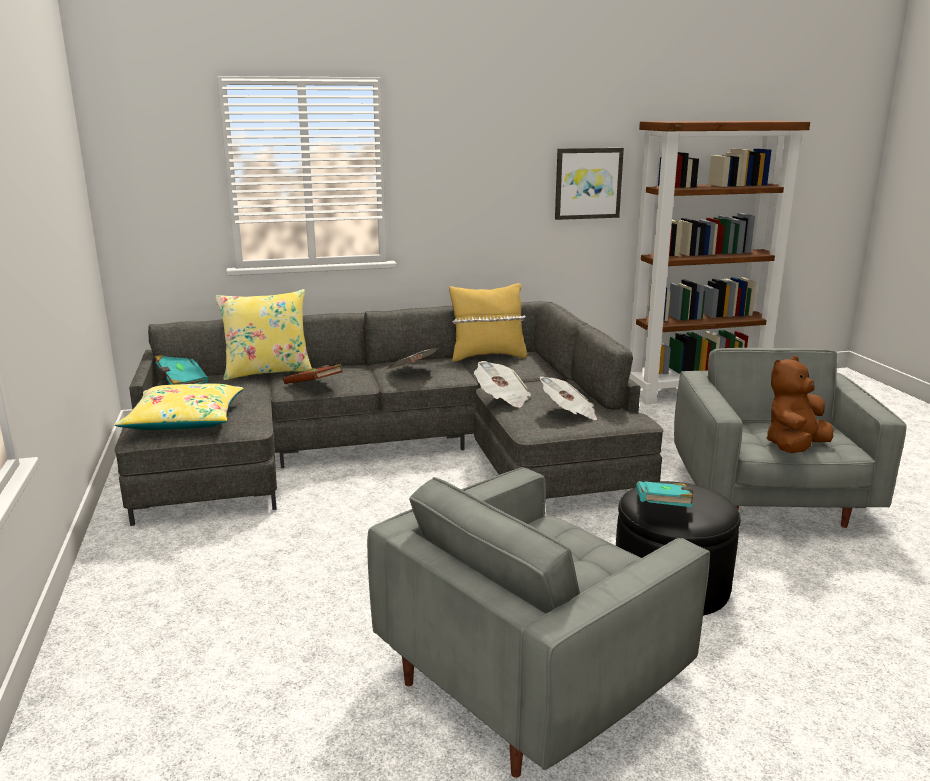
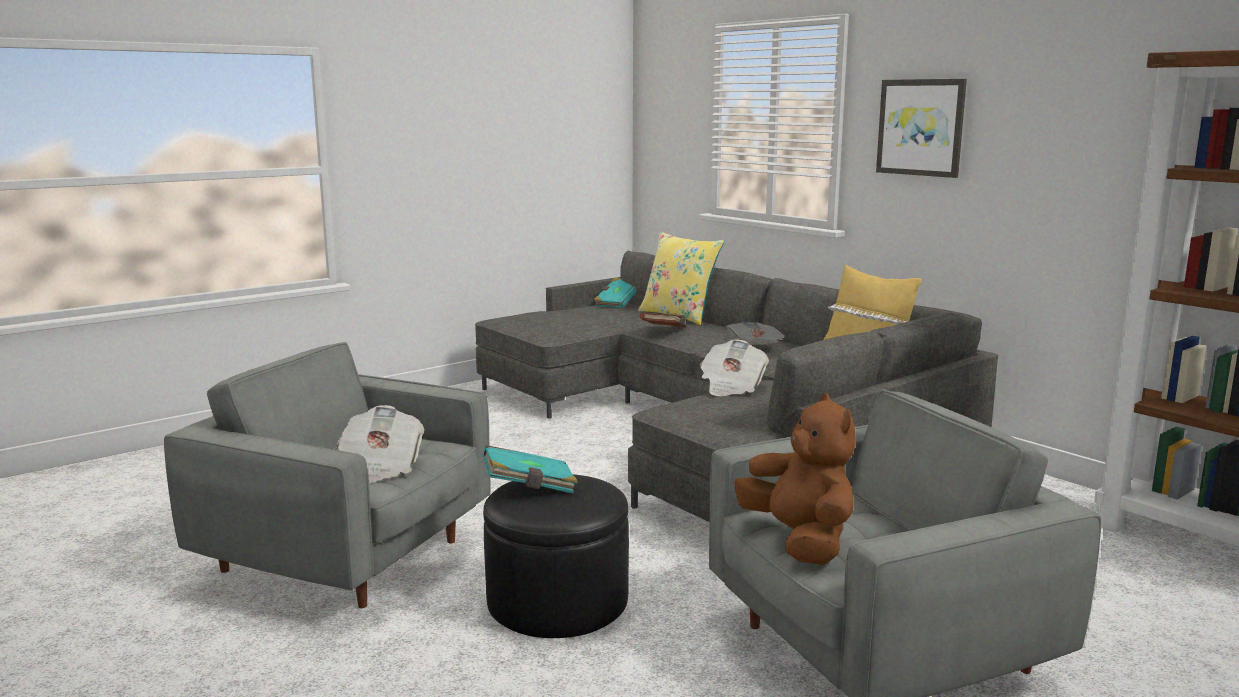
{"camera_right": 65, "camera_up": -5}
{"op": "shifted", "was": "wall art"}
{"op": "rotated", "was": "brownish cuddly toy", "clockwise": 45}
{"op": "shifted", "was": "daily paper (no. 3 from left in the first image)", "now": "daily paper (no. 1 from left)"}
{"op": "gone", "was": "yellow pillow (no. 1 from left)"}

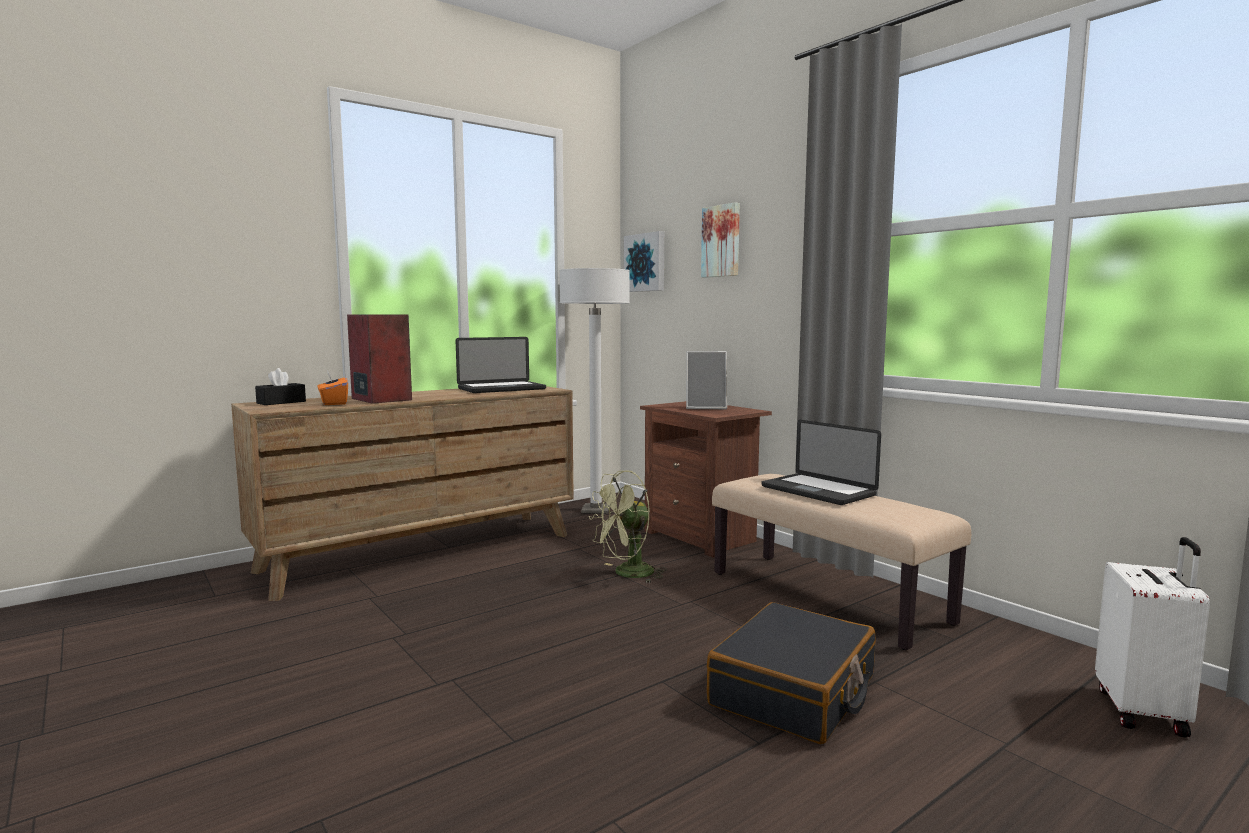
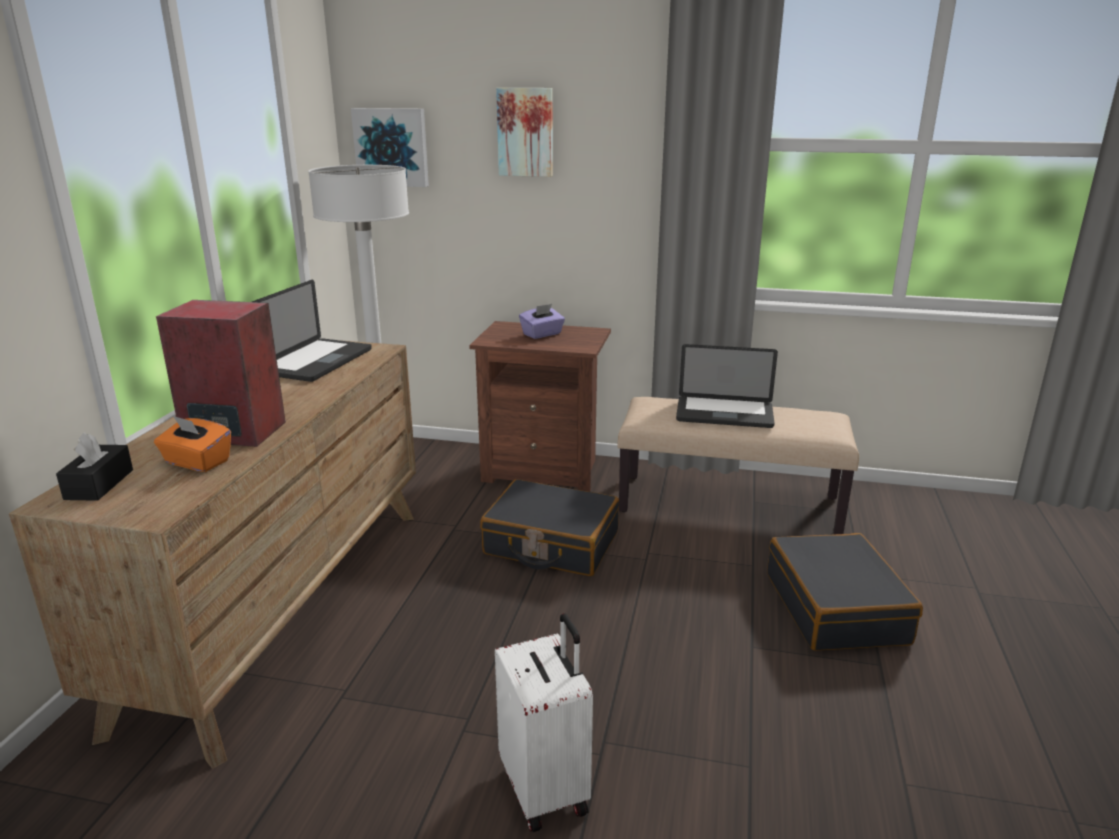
{"camera_right": -40, "camera_up": 15}
{"op": "swapped", "was": "picture frame", "now": "purple tissue holder"}
{"op": "swapped", "was": "green cooling fan", "now": "black-coloured piece of luggage (no. 1 from left)"}
{"op": "shifted", "was": "white piece of luggage"}

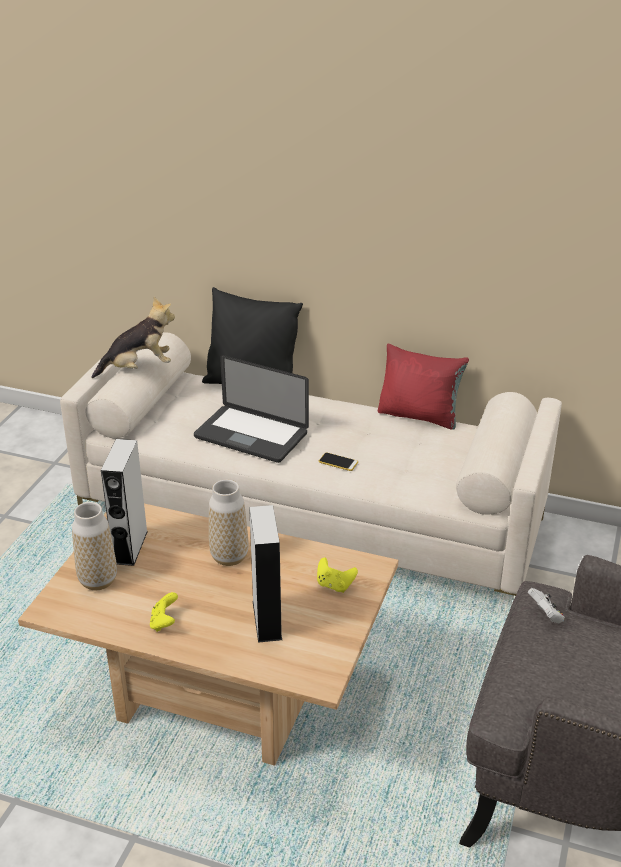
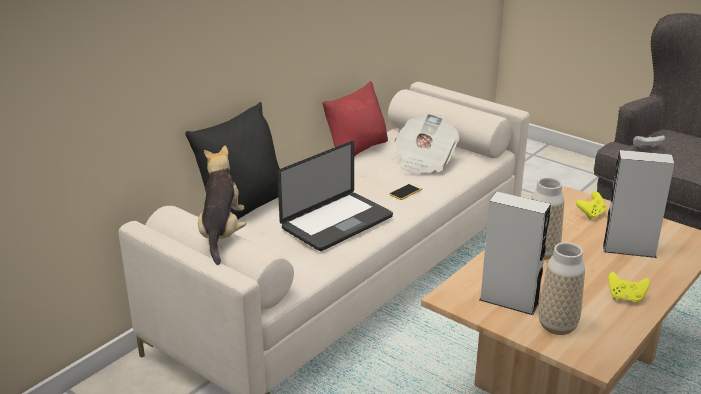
{"camera_right": -70, "camera_up": -5}
{"op": "new", "now": "daily paper"}

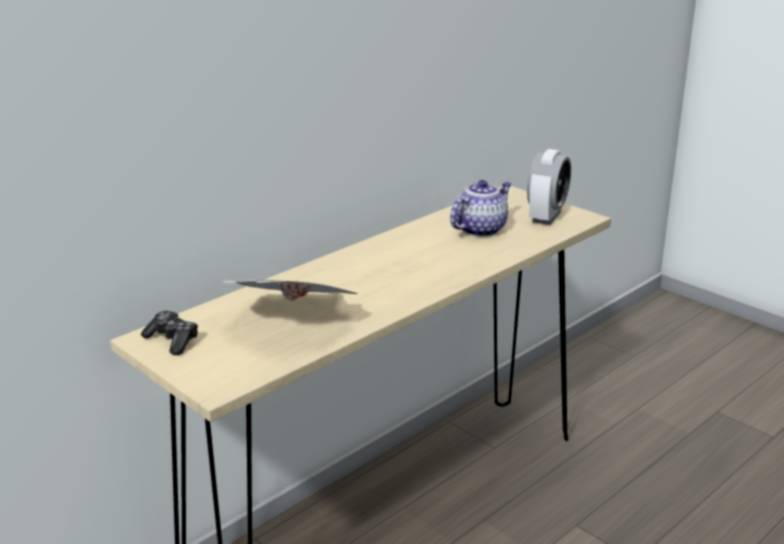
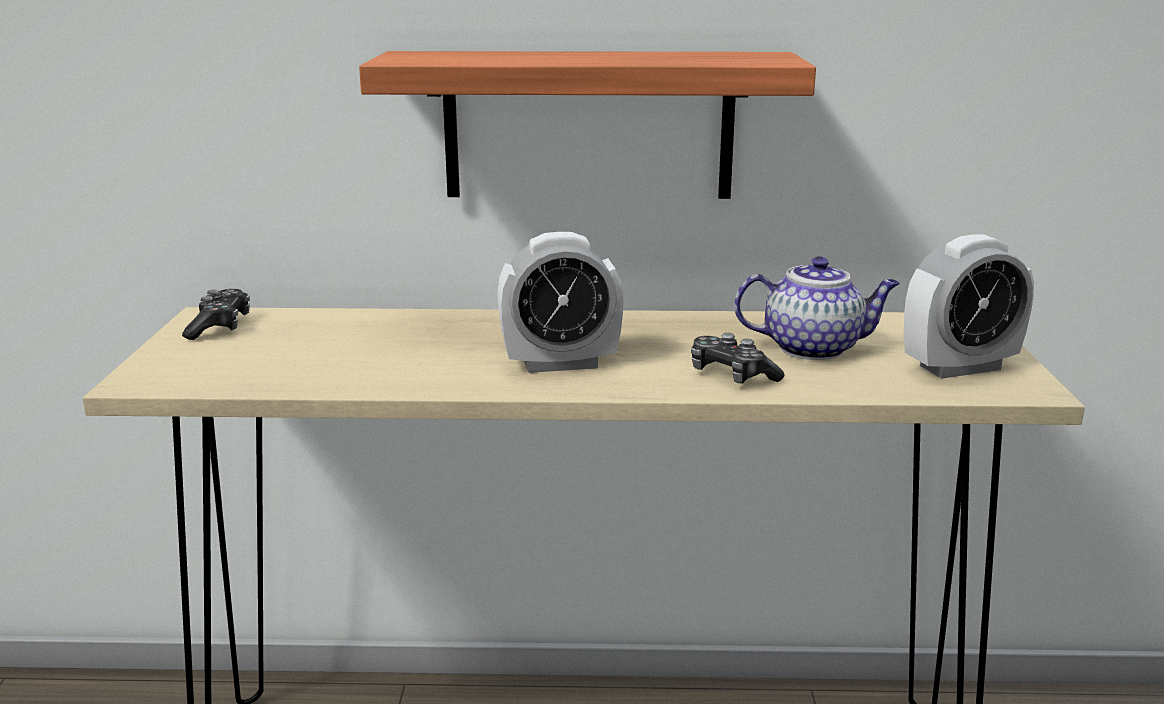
{"camera_right": 45, "camera_up": -5}
{"op": "gone", "was": "daily paper"}
{"op": "new", "now": "wall shelf"}
{"op": "new", "now": "bedside clock (no. 1 from left)"}
{"op": "new", "now": "game controller (no. 2 from left)"}

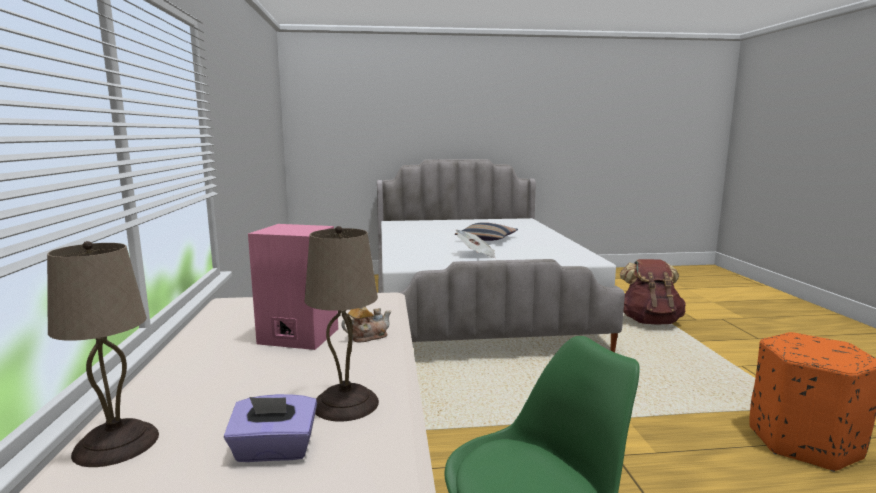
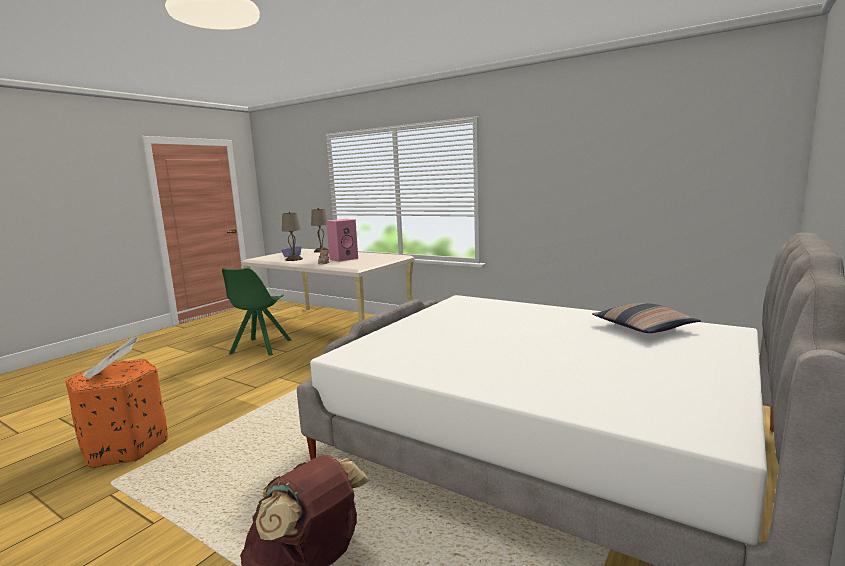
{"camera_right": 130, "camera_up": 0}
{"op": "shifted", "was": "pillow"}
{"op": "shifted", "was": "daily paper"}

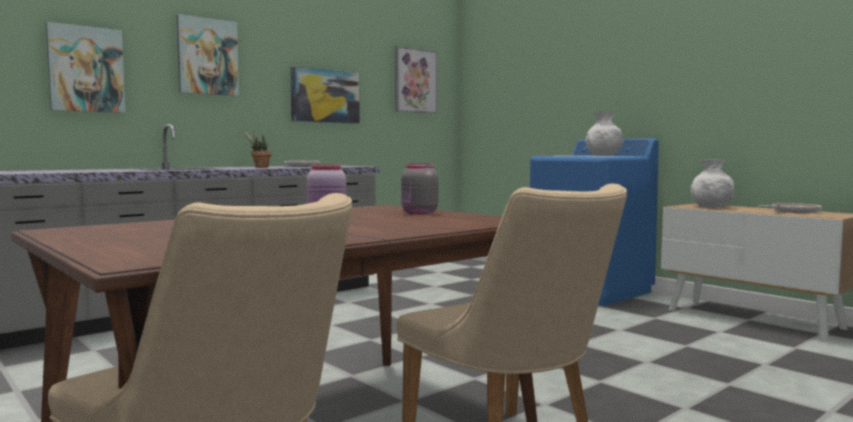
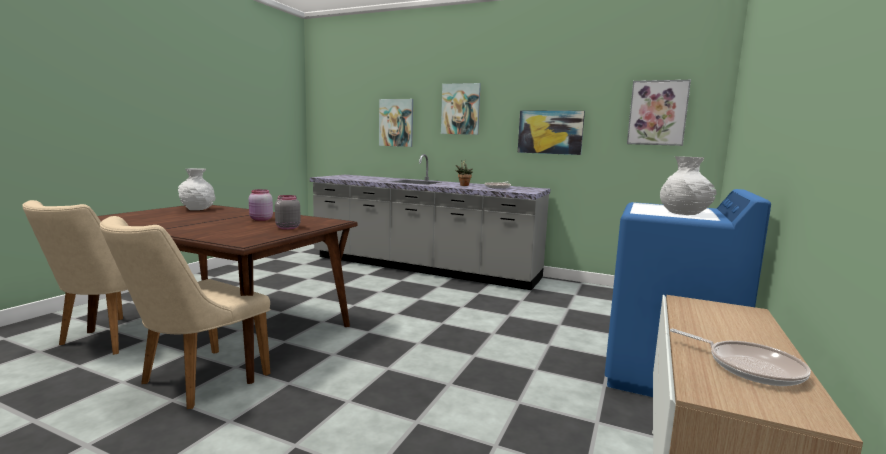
{"camera_right": 65, "camera_up": 5}
{"op": "shifted", "was": "white vase (no. 2 from left in the first image)", "now": "white vase (no. 1 from left)"}

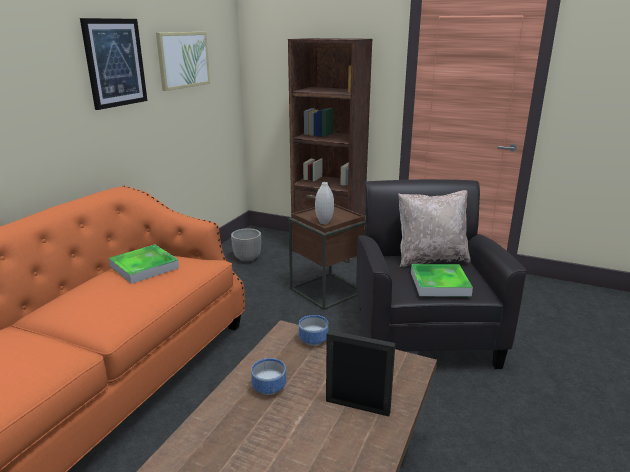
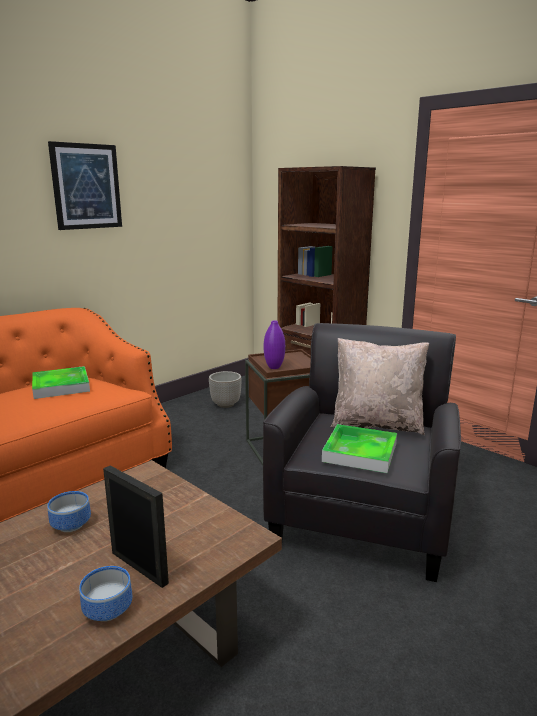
{"camera_right": 20, "camera_up": -5}
{"op": "gone", "was": "wall art (no. 2 from left)"}
{"op": "repainted", "was": "white vase", "now": "purple vase"}
{"op": "shifted", "was": "serving bowl (no. 2 from left)"}

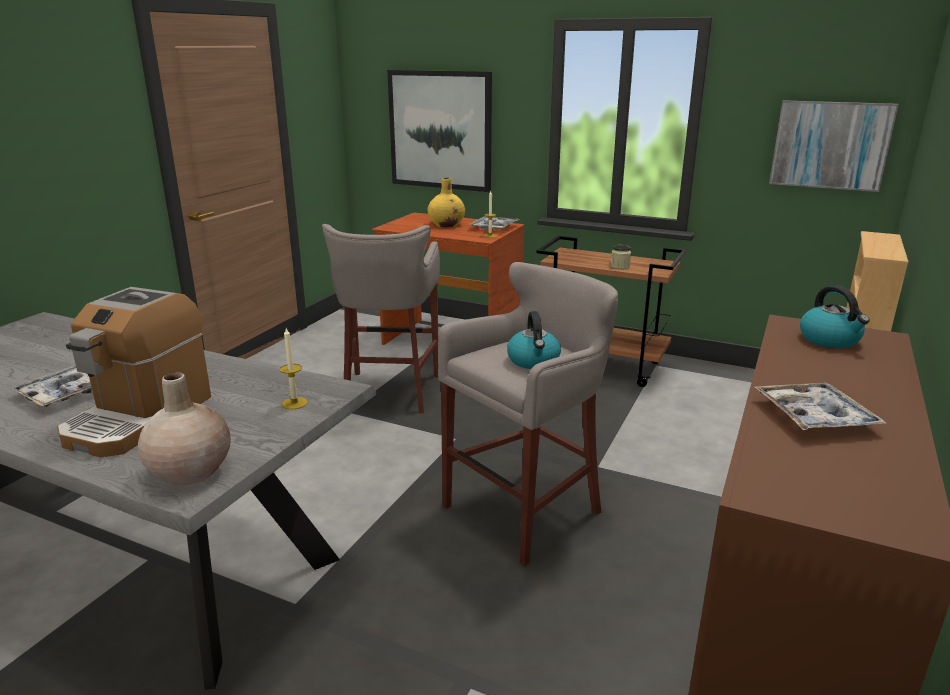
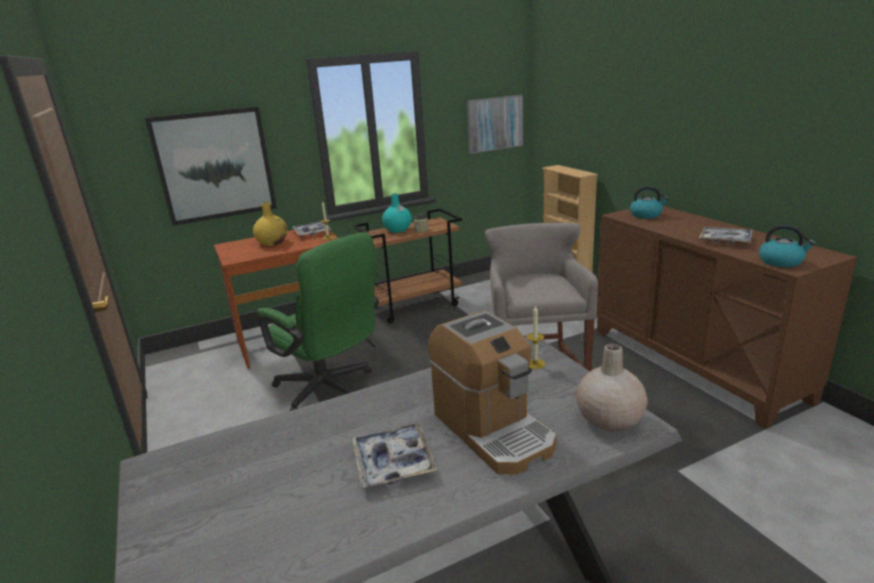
{"camera_right": -50, "camera_up": 0}
{"op": "swapped", "was": "gray sitting stool (no. 1 from left)", "now": "green computer chair"}
{"op": "shifted", "was": "tea kettle (no. 1 from left in the first image)", "now": "tea kettle (no. 2 from left)"}
{"op": "new", "now": "turquoise vase"}

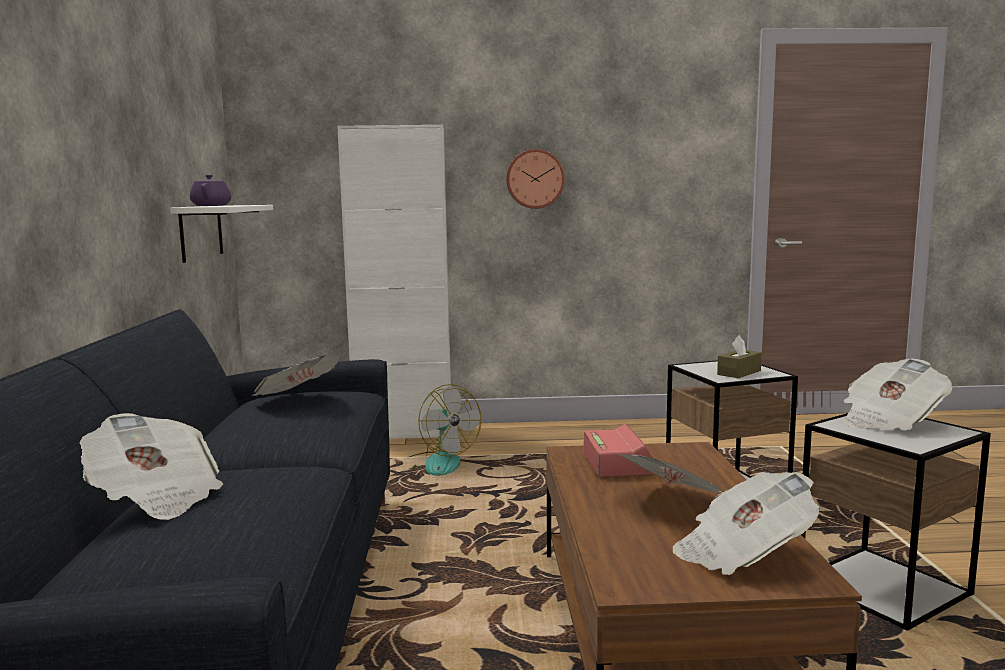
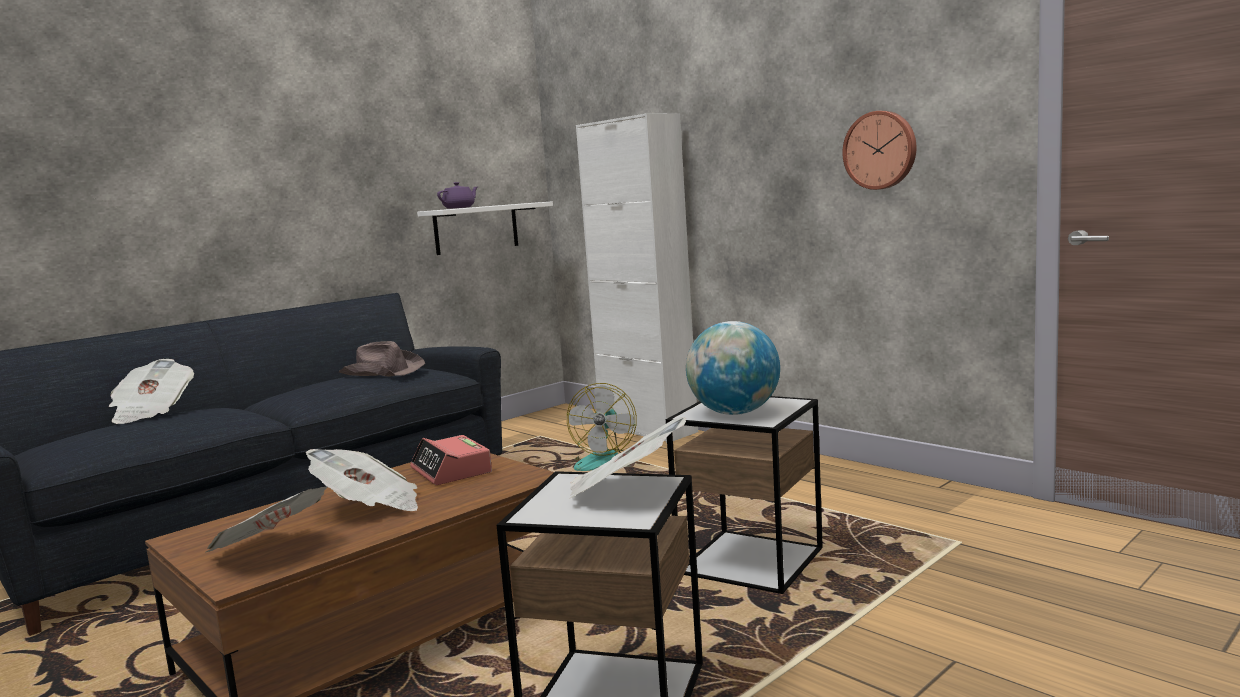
{"camera_right": 50, "camera_up": 0}
{"op": "shifted", "was": "clock on the wall"}
{"op": "swapped", "was": "brownish tissue holder", "now": "desk globe"}
{"op": "swapped", "was": "daily paper (no. 2 from left)", "now": "brownish wearable hat"}
{"op": "rotated", "was": "bedside clock", "clockwise": 105}

